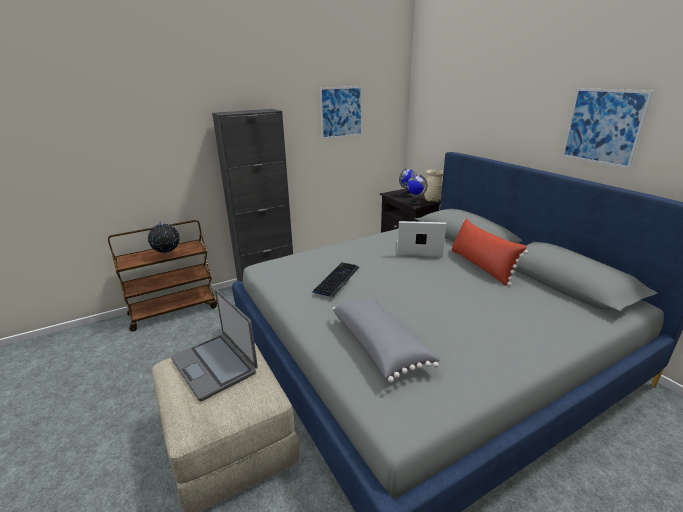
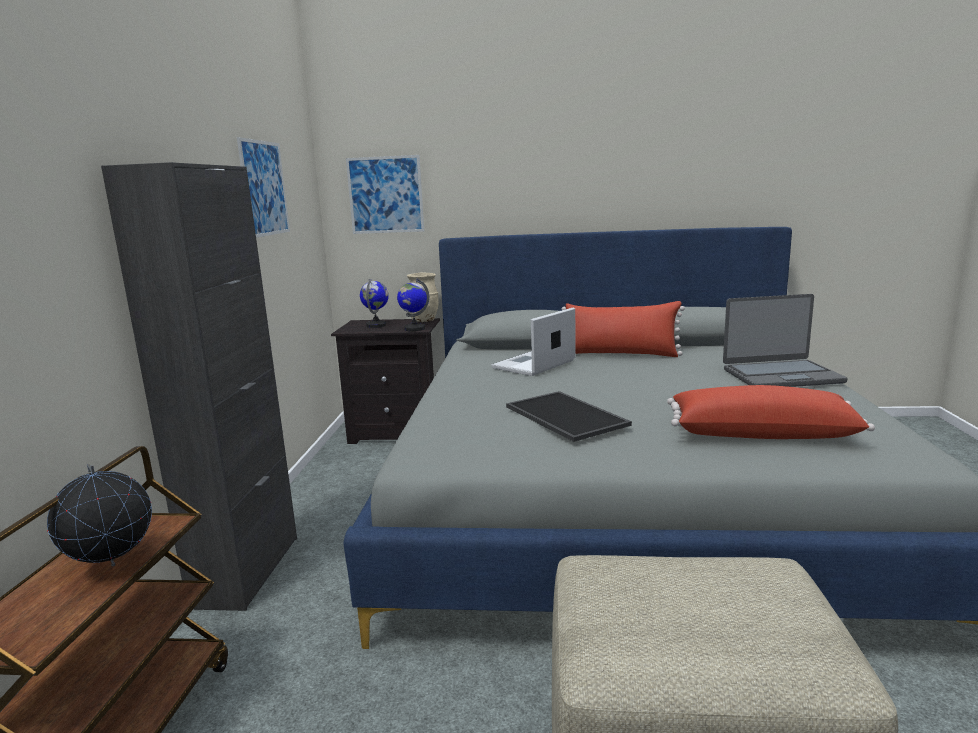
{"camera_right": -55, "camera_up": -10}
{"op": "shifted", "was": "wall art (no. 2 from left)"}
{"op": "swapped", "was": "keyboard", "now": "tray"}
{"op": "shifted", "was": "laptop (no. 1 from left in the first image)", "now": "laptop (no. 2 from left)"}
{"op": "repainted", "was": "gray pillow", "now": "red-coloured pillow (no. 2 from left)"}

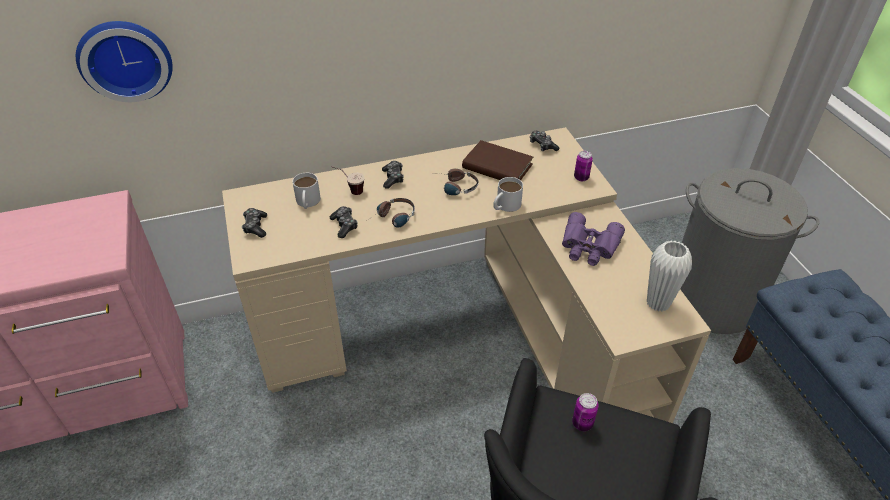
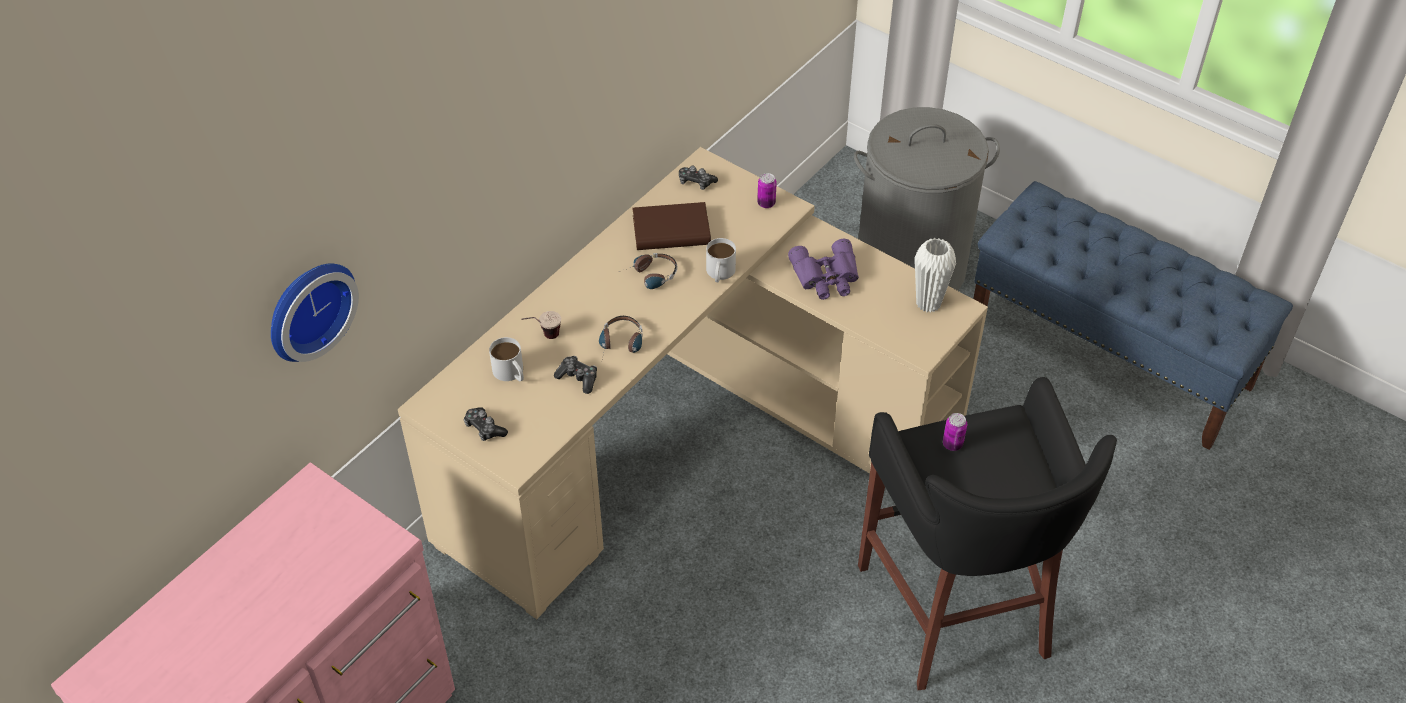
{"camera_right": -35, "camera_up": 5}
{"op": "gone", "was": "game controller (no. 3 from left)"}

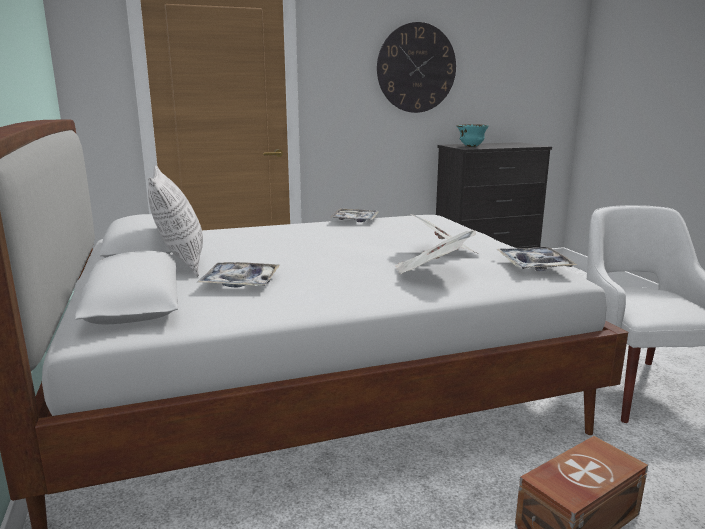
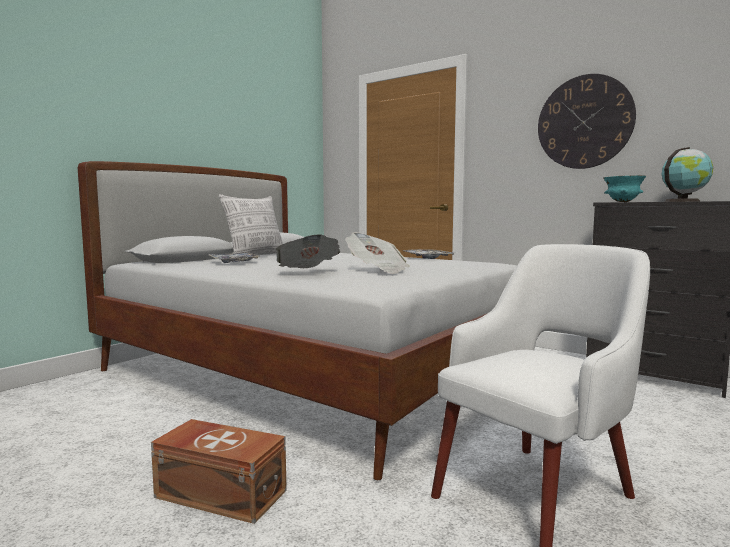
{"camera_right": 55, "camera_up": -10}
{"op": "gone", "was": "tray (no. 3 from left)"}
{"op": "new", "now": "desk globe"}

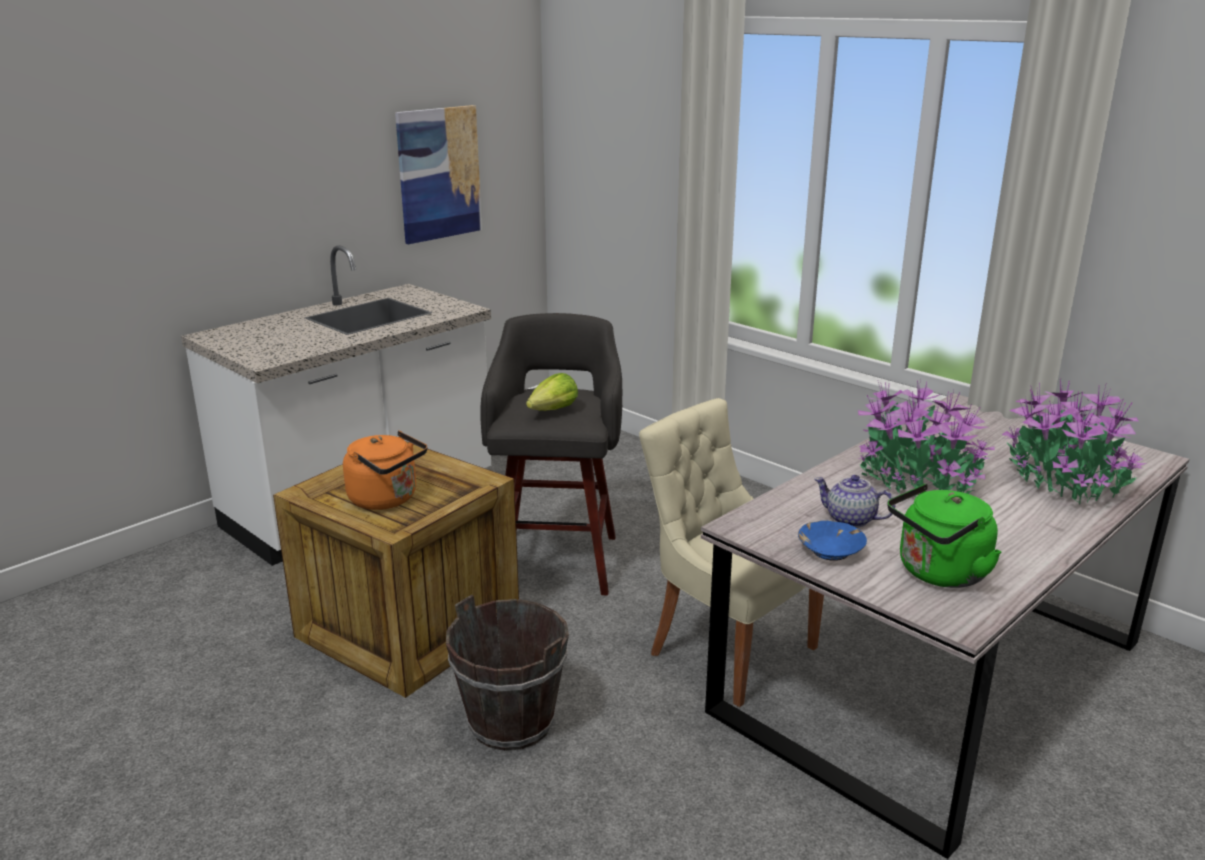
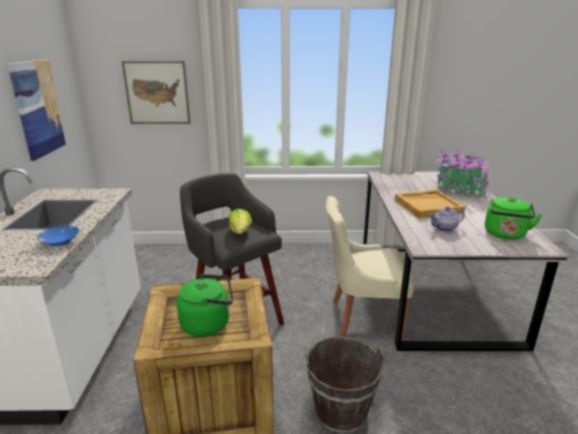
{"camera_right": -45, "camera_up": 0}
{"op": "swapped", "was": "houseplant (no. 1 from left)", "now": "beige tray"}
{"op": "repainted", "was": "orange-coloured tea kettle", "now": "green tea kettle (no. 1 from left)"}
{"op": "shifted", "was": "blue-coloured serving bowl"}
{"op": "new", "now": "wall art (no. 2 from left)"}

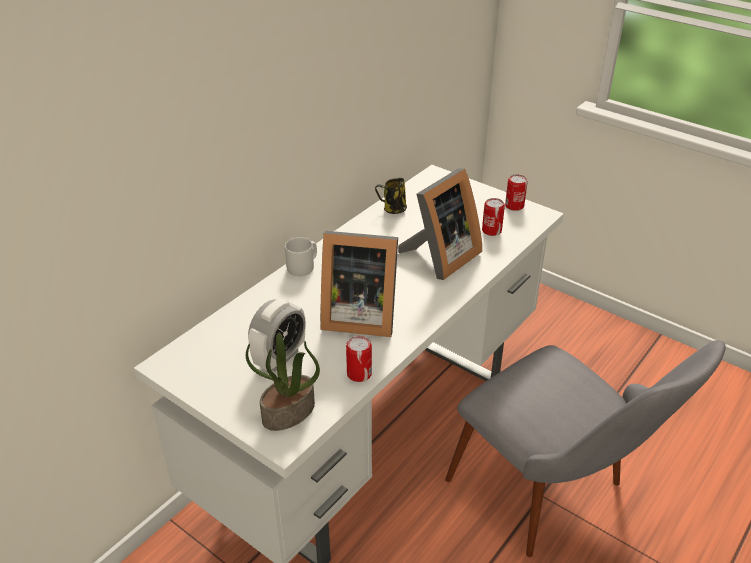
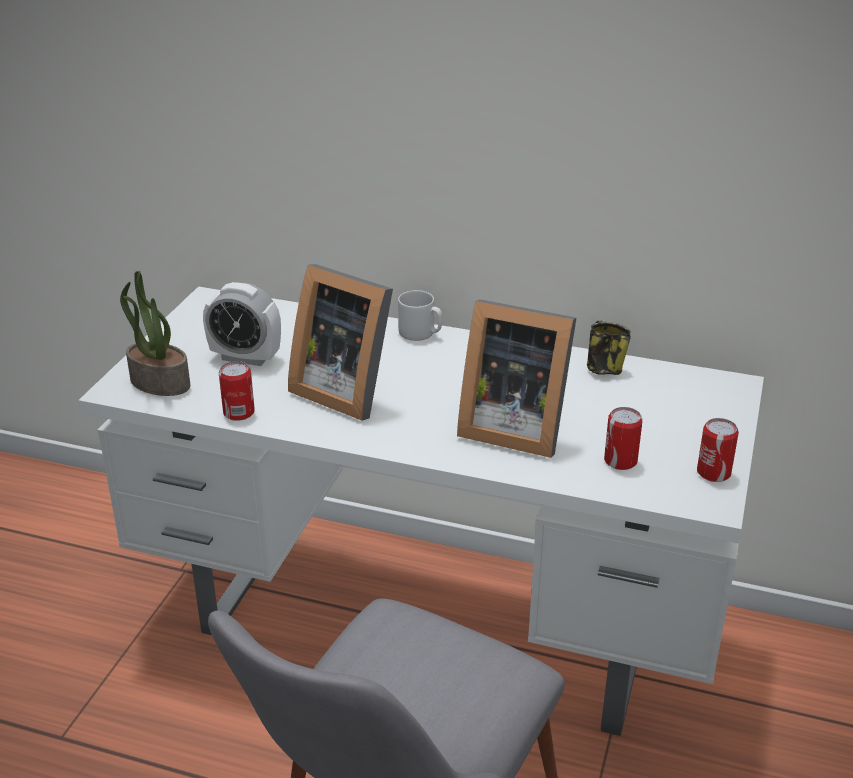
{"camera_right": 70, "camera_up": -5}
{"op": "rotated", "was": "picture frame (no. 1 from left)", "clockwise": -45}

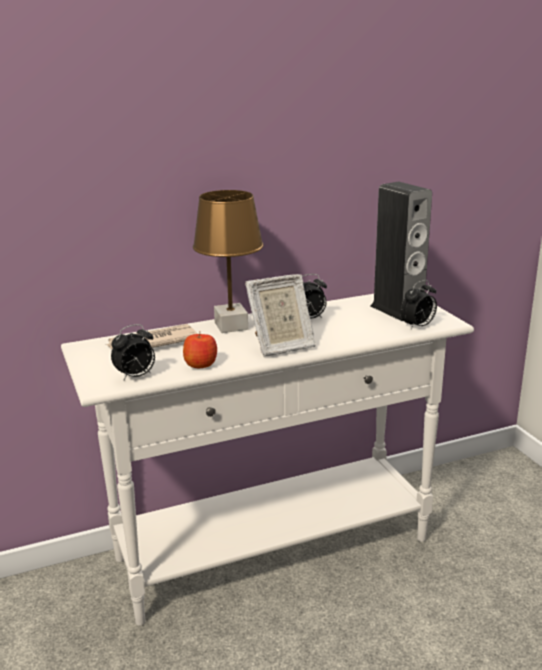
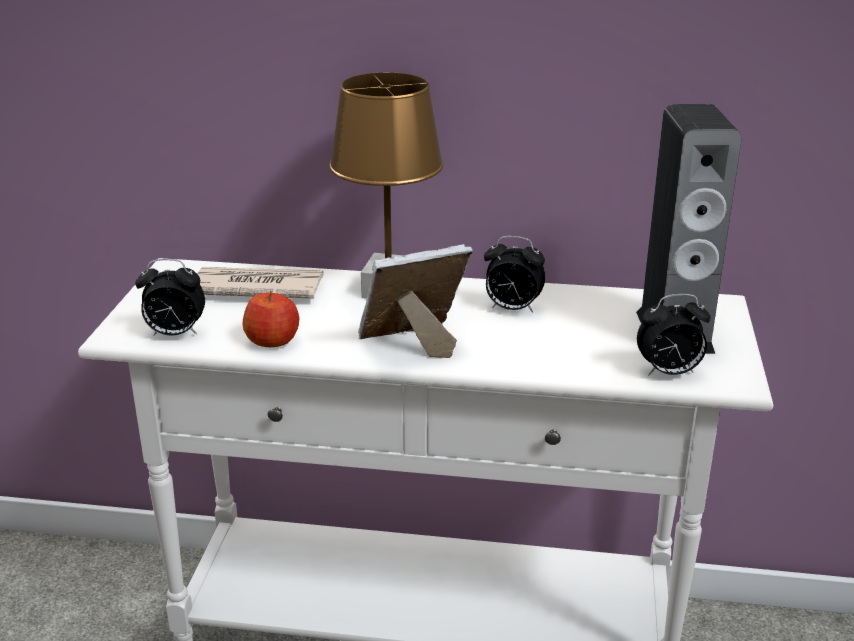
{"camera_right": 30, "camera_up": 5}
{"op": "rotated", "was": "picture frame", "clockwise": 150}

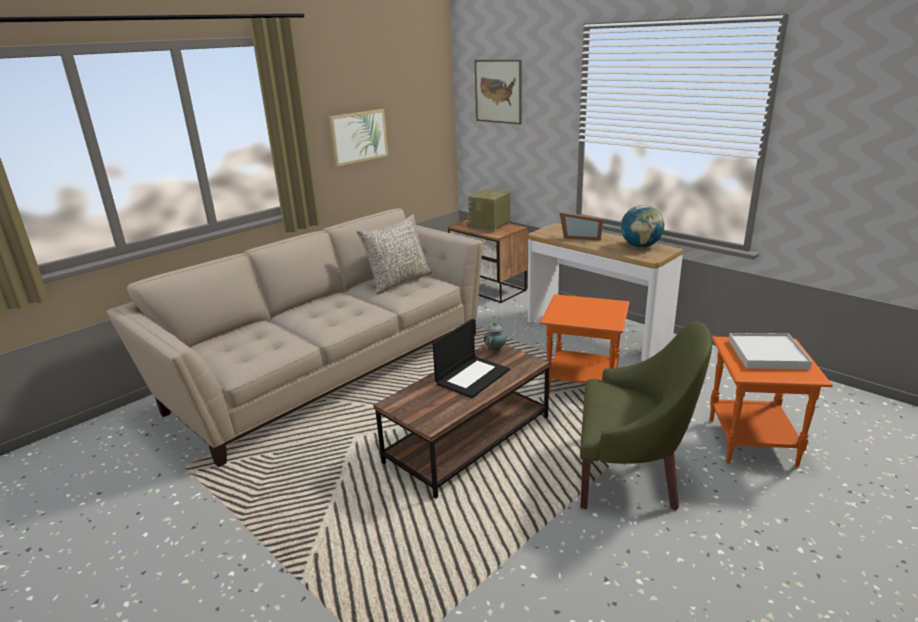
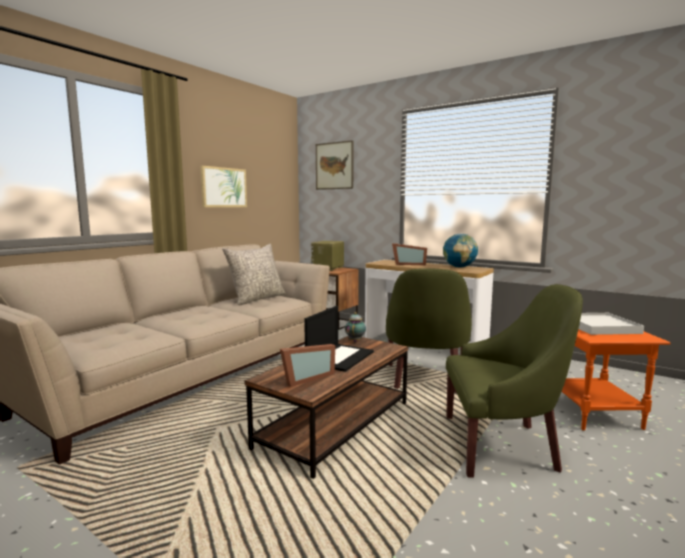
{"camera_right": -10, "camera_up": -15}
{"op": "swapped", "was": "orange-coloured end table (no. 1 from left)", "now": "green easy chair (no. 1 from left)"}
{"op": "new", "now": "picture frame (no. 1 from left)"}

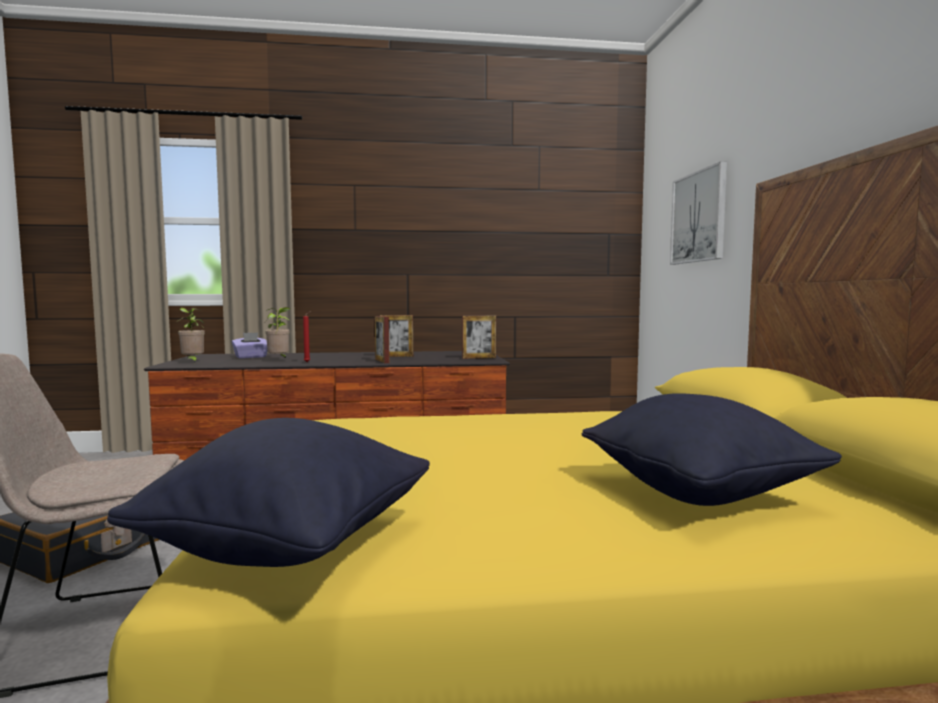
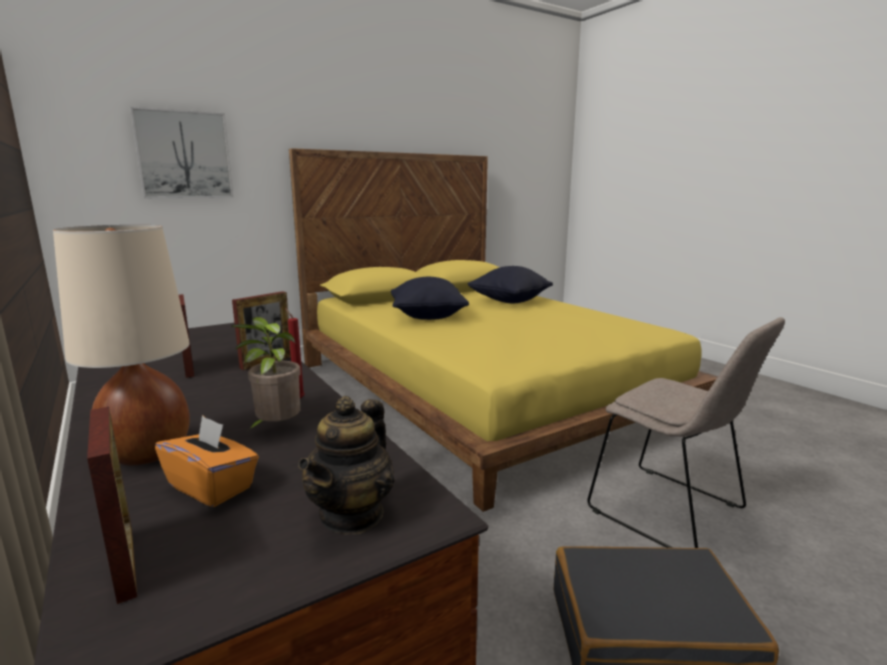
{"camera_right": -115, "camera_up": 10}
{"op": "swapped", "was": "houseplant (no. 1 from left)", "now": "pot for tea"}
{"op": "shifted", "was": "picture frame (no. 3 from left in the first image)", "now": "picture frame (no. 1 from left)"}
{"op": "repainted", "was": "purple tissue holder", "now": "orange-coloured tissue holder"}
{"op": "shifted", "was": "black-coloured pillow (no. 1 from left)"}
{"op": "new", "now": "beige lamp for a table"}

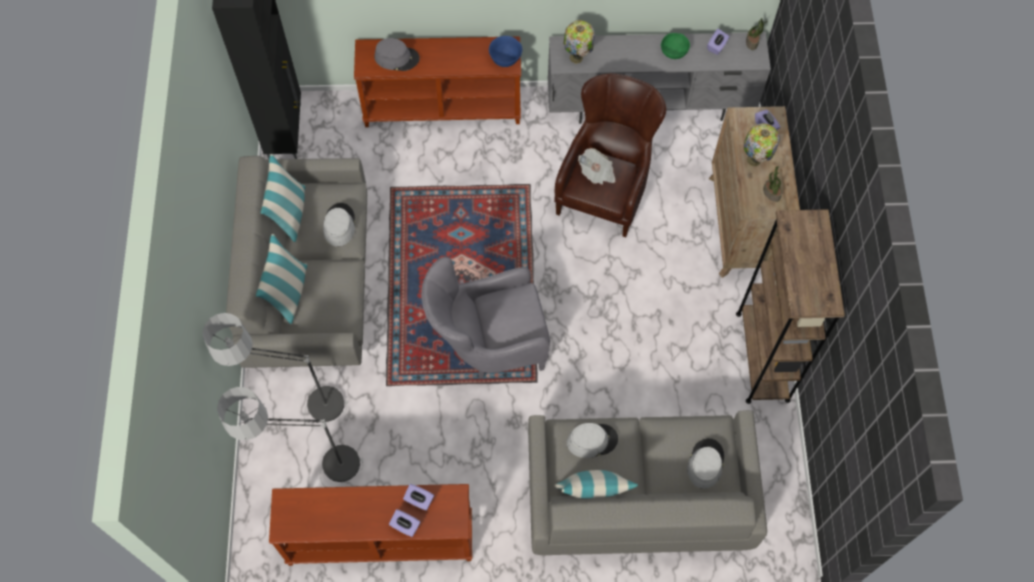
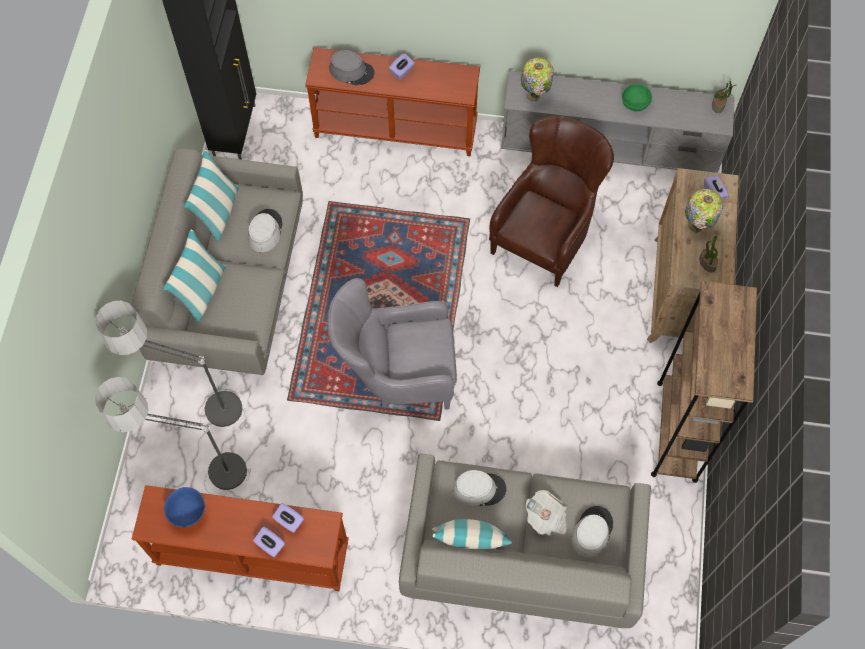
{"camera_right": 10, "camera_up": 0}
{"op": "shifted", "was": "purple tissue holder (no. 3 from left)"}
{"op": "shifted", "was": "blue-coloured serving bowl"}
{"op": "shifted", "was": "daily paper"}

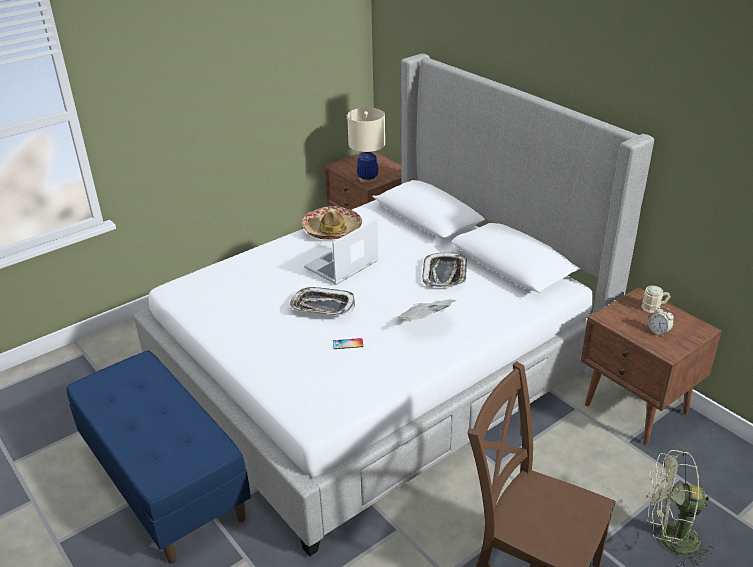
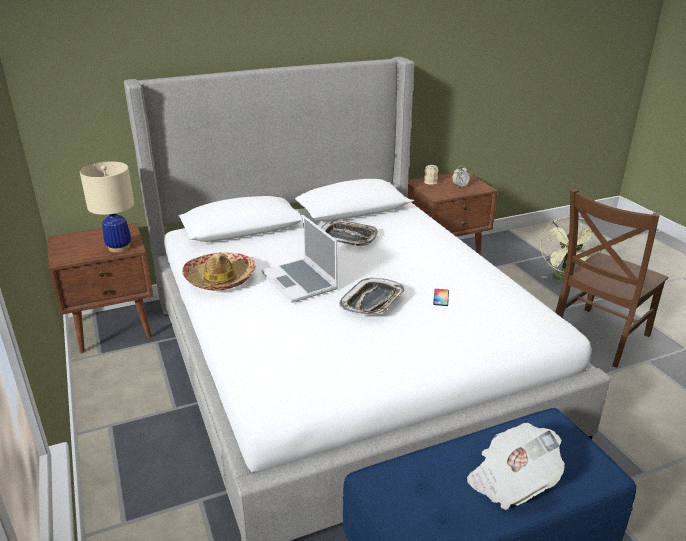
{"camera_right": -75, "camera_up": -5}
{"op": "shifted", "was": "daily paper"}

